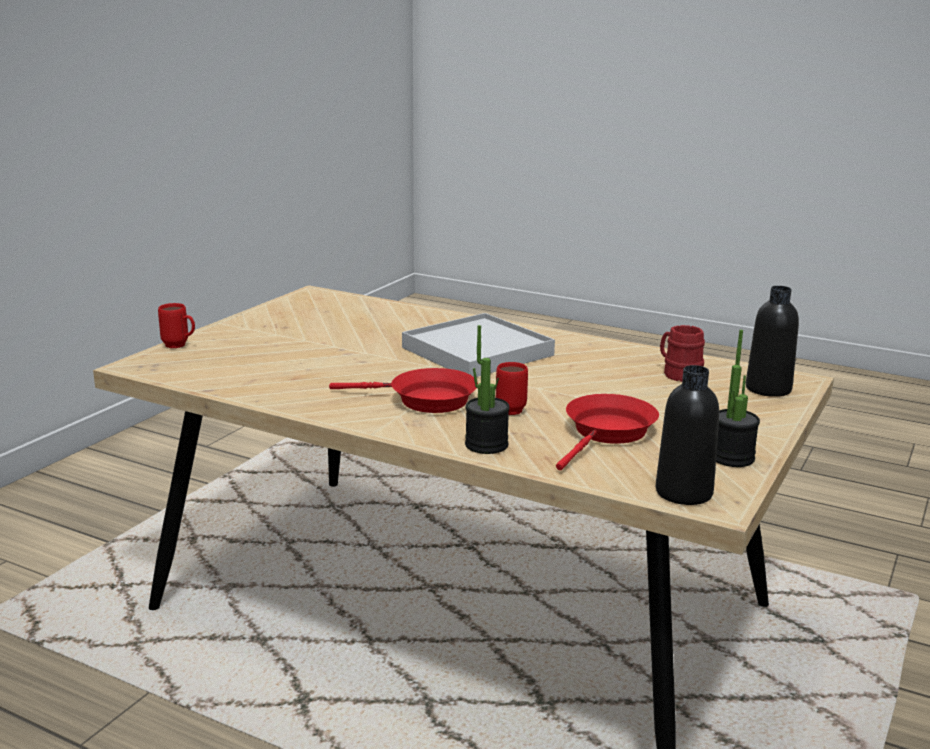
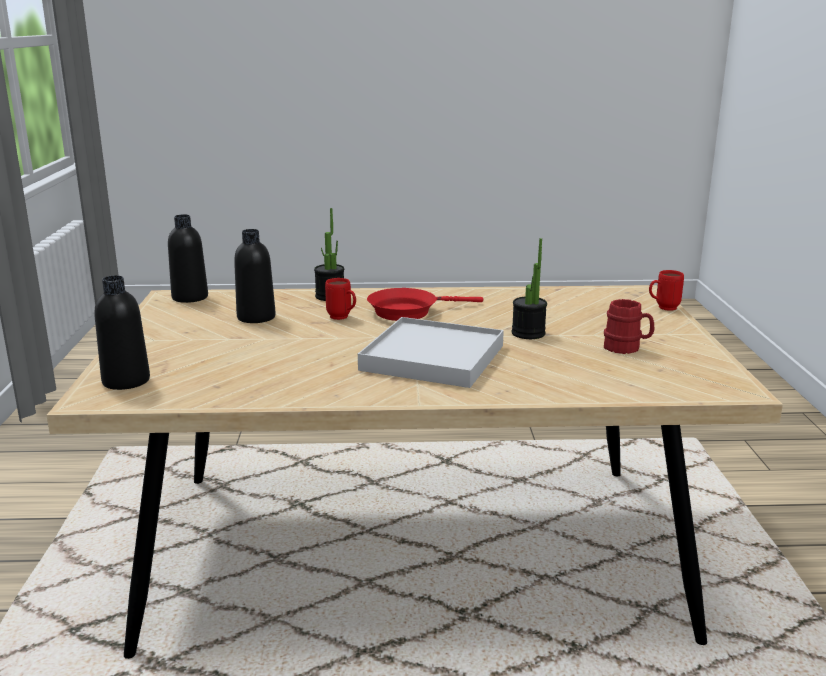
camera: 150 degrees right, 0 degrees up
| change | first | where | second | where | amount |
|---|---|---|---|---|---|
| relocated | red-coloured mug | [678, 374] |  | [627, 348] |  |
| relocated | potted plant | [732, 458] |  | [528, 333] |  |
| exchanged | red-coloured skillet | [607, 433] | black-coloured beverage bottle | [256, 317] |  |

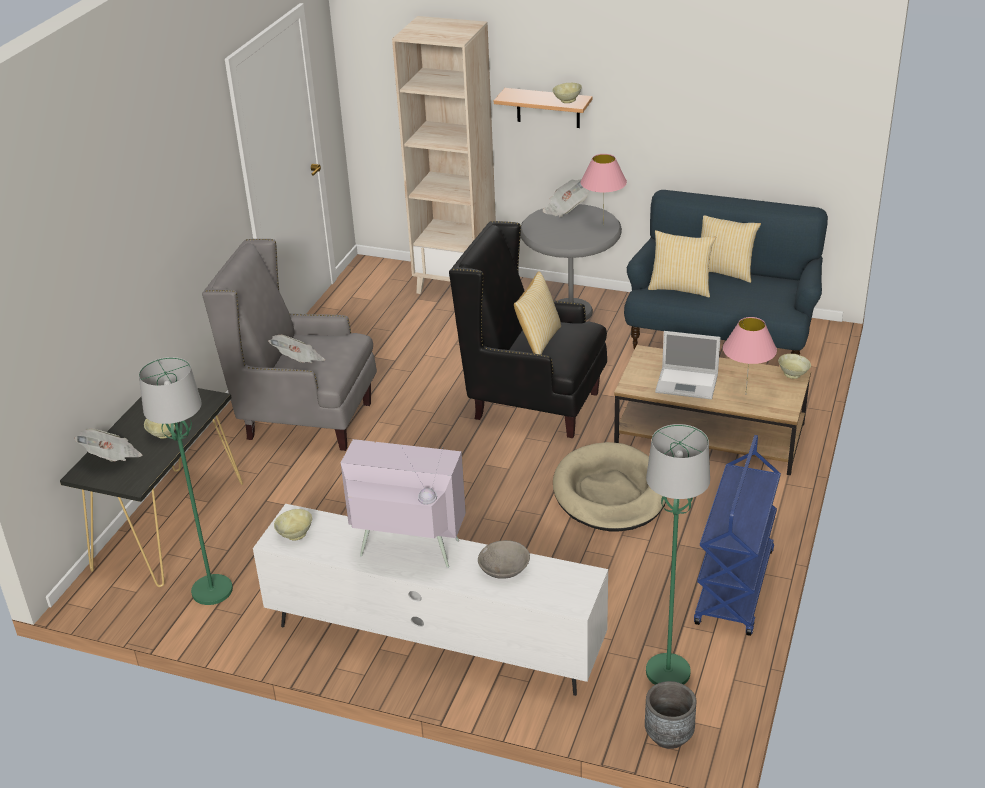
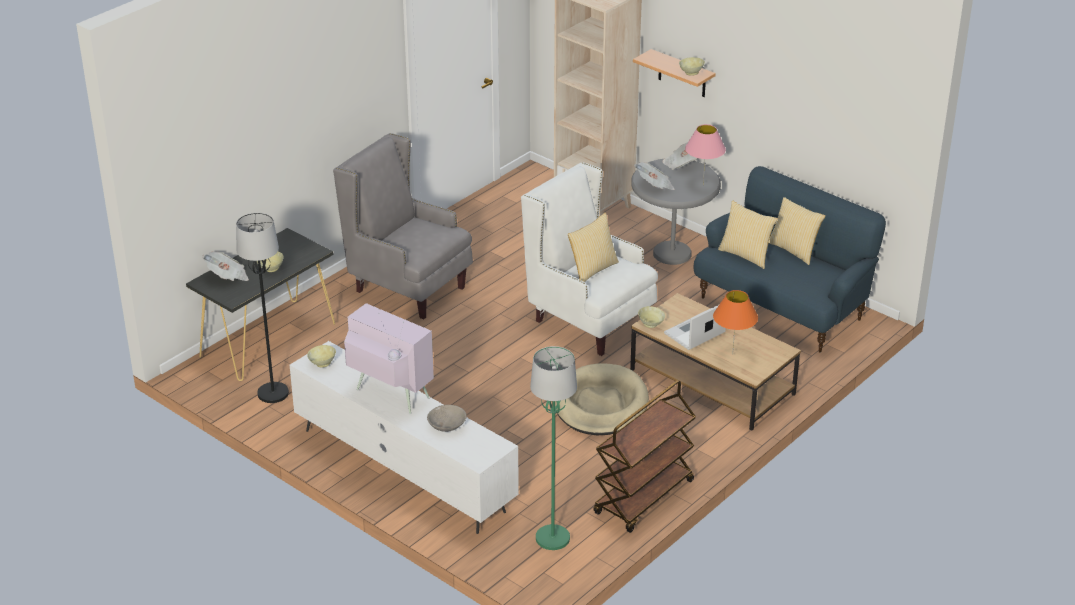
camera: 20 degrees right, 0 degrees up
| change | first | where | second | where | amount |
|---|---|---|---|---|---|
| missing | grey flower pot | [669, 735] |  |  |  |
| relocated | daily paper | [298, 361] |  | [654, 186] |  |
| relocated | sand-coloured serving bowl | [793, 375] |  | [651, 324] |  |
| colour | greenish floor lamp | [212, 590] | black-coloured floor lamp | [273, 393] |  |
| colour | black-coloured lounge chair | [534, 405] | whitish lounge chair | [589, 322] |  |
| colour | bluish trolley | [735, 588] | brownish trolley | [644, 498] |  |
| colour | pink-coloured table lamp | [746, 394] | orange-coloured table lamp | [732, 354] |  |
| spun | laptop | [688, 383] |  | [693, 334] | 105 degrees clockwise |

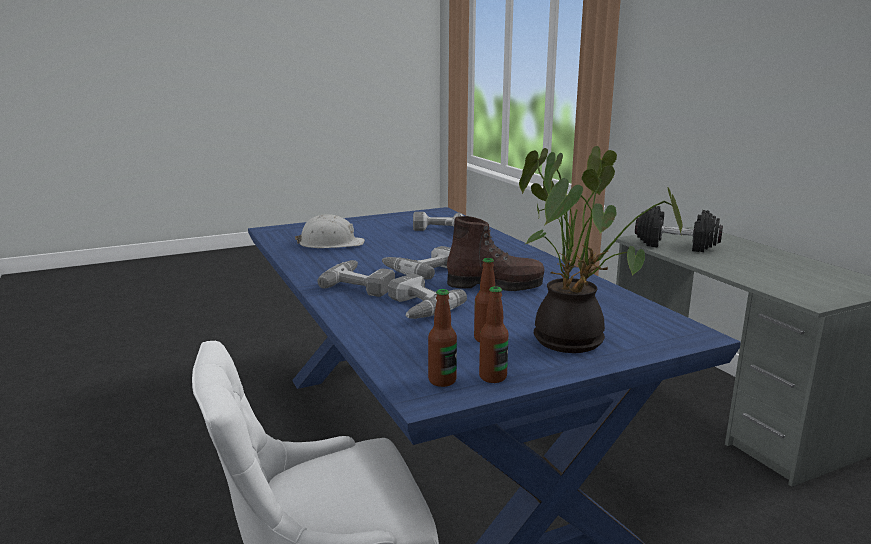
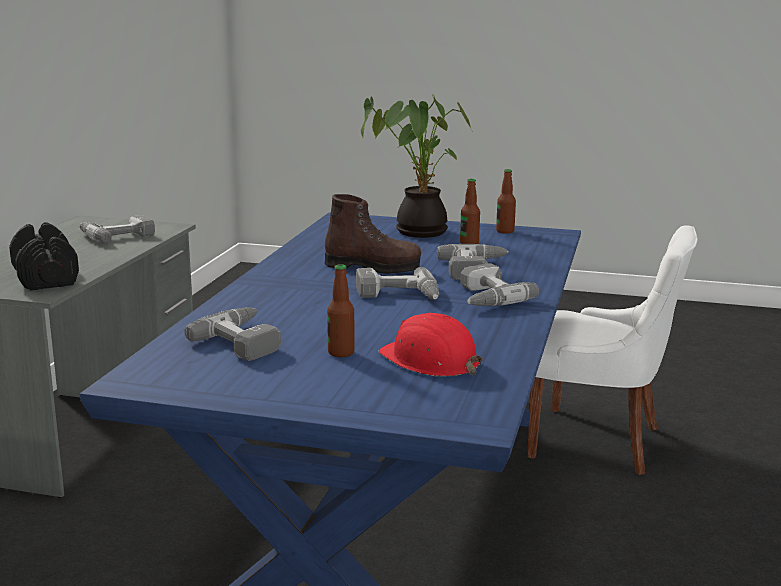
camera: 140 degrees left, 0 degrees up
| change | first | where | second | where | amount |
|---|---|---|---|---|---|
| appeared |  |  | drill | [116, 235] |  |
| relocated | beverage bottle | [442, 381] |  | [341, 353] |  |
| colour | whitish safety helmet | [331, 244] | red-coloured safety helmet | [430, 360] |  |
| spun | brownish tall boot | [495, 285] |  | [373, 267] | 150 degrees clockwise |

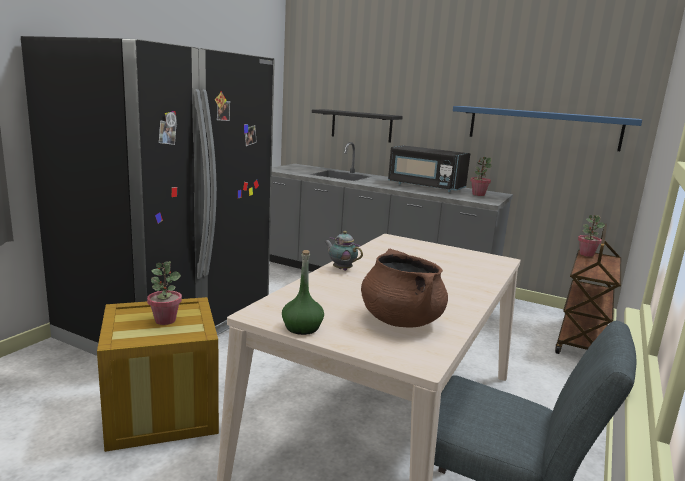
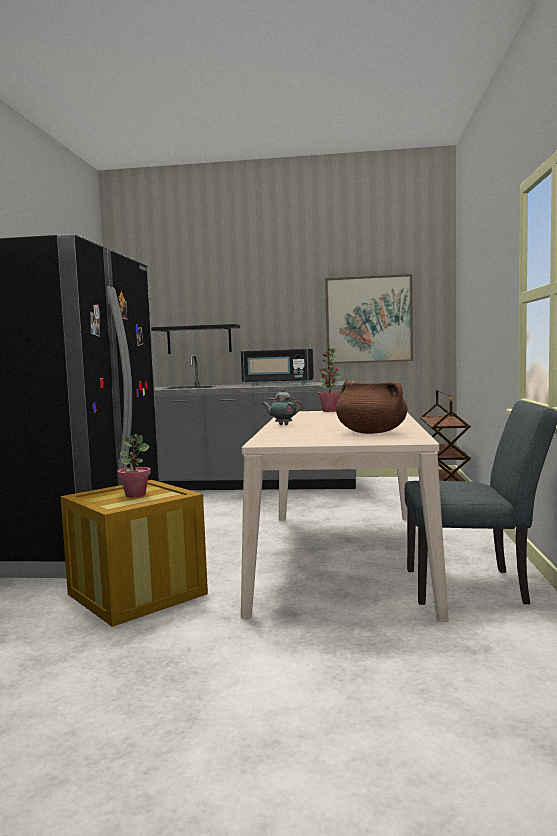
camera: 20 degrees left, 10 degrees down
| change | first | where | second | where | amount |
|---|---|---|---|---|---|
| missing | greenish beverage bottle | [302, 328] |  |  |  |
| relocated | potted plant | [586, 254] |  | [329, 411] |  |
| exchanged | bluish bracket shelf | [543, 127] | picture | [368, 319] |  |

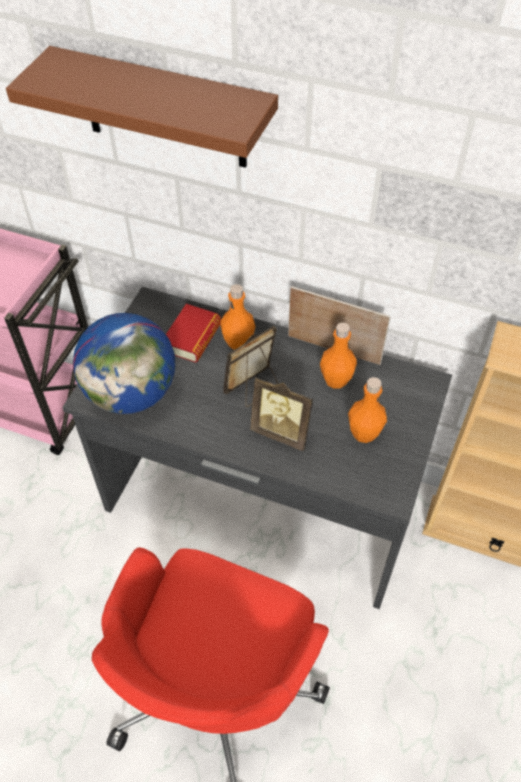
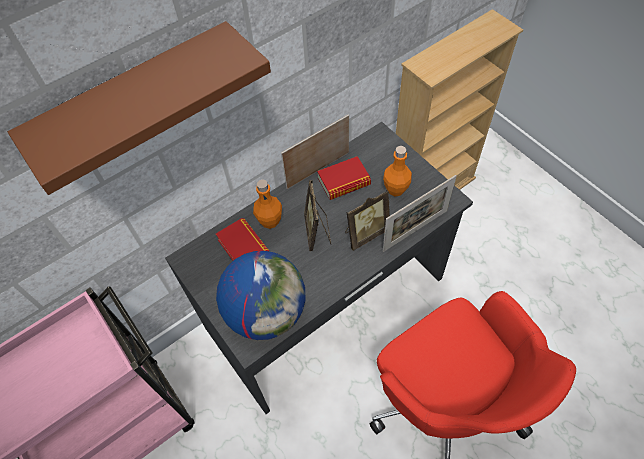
camera: 55 degrees left, 5 degrees up
| change | first | where | second | where | amount |
|---|---|---|---|---|---|
| appeared |  |  | photo frame | [415, 230] |  |
| exchanged | orange-coloured beverage bottle | [336, 380] | bound book | [344, 182] |  |

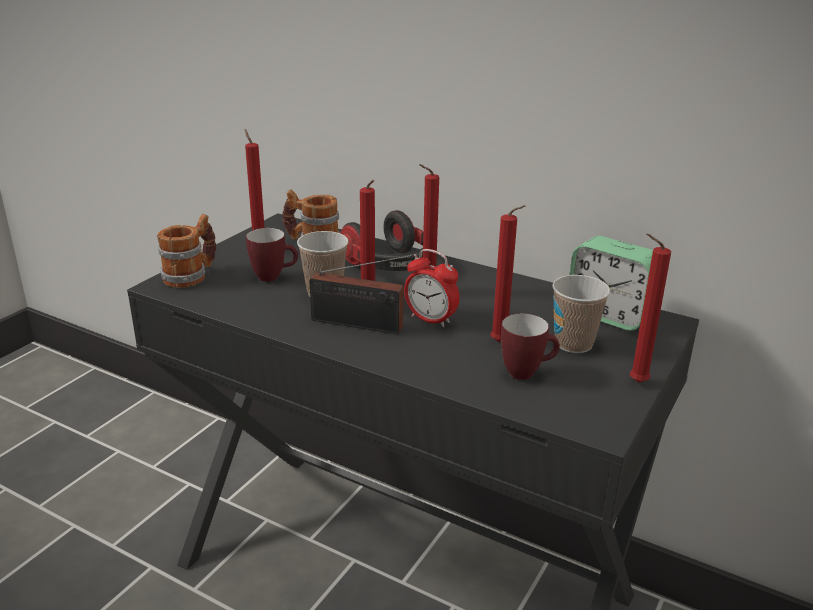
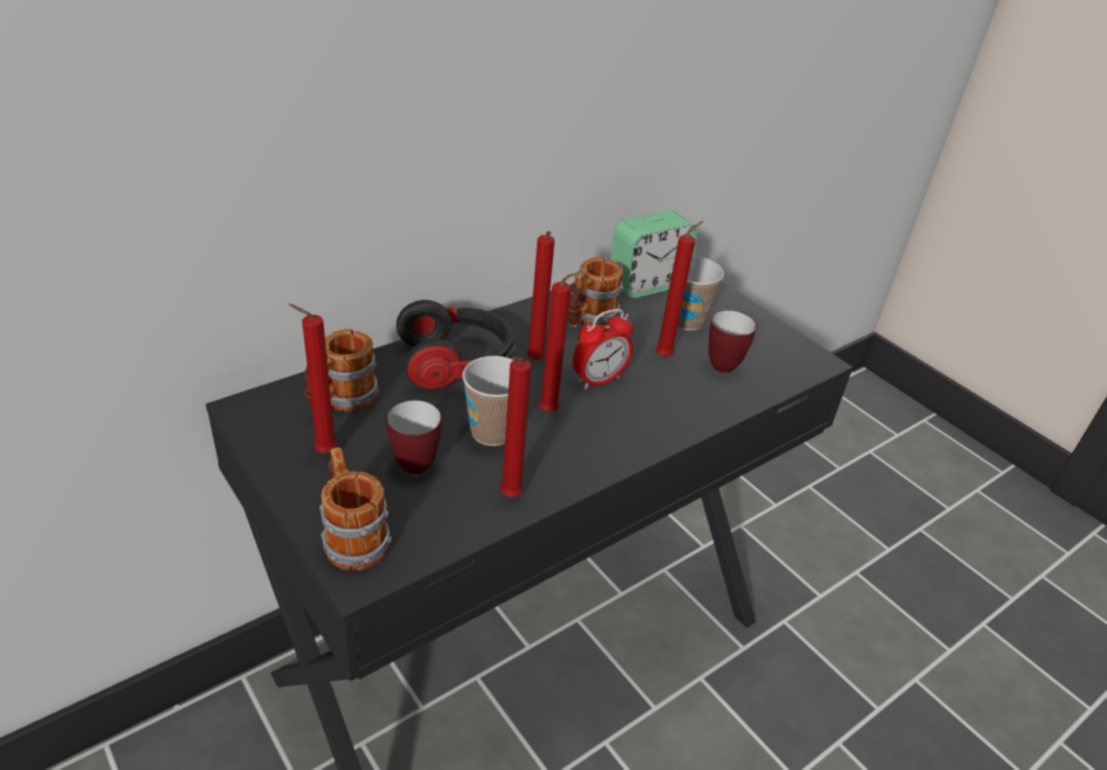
camera: 70 degrees left, 10 degrees up
| change | first | where | second | where | amount |
|---|---|---|---|---|---|
| missing | radio receiver | [361, 325] |  |  |  |
| appeared |  |  | mug | [588, 319] |  |
| relocated | red-coloured wax candle | [635, 382] |  | [508, 498] |  |

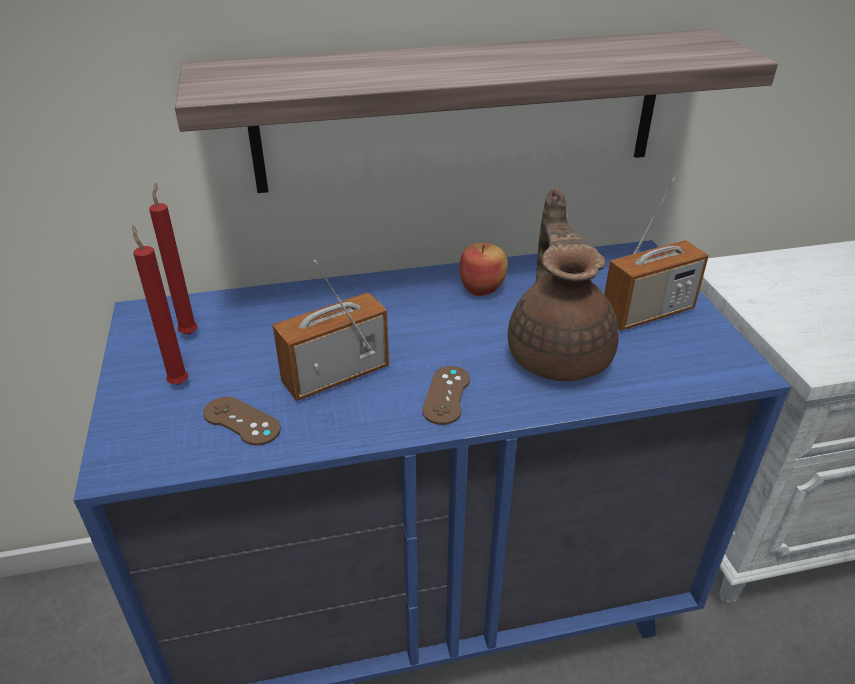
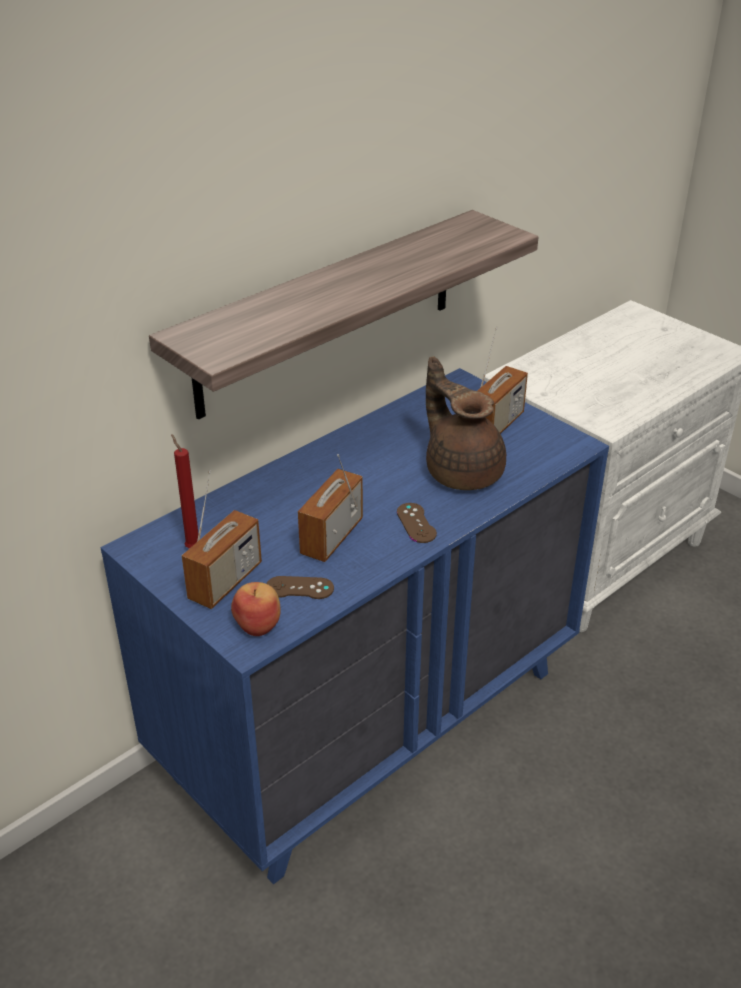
camera: 30 degrees left, 0 degrees up
| change | first | where | second | where | amount |
|---|---|---|---|---|---|
| relocated | apple | [482, 288] |  | [258, 624] |  |
| exchanged | red-coloured wax candle | [178, 382] | radio receiver | [225, 582] |  |

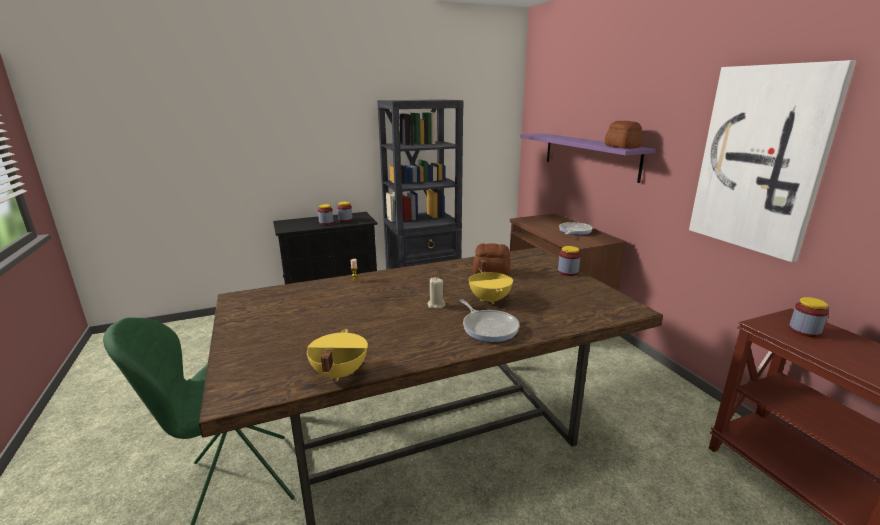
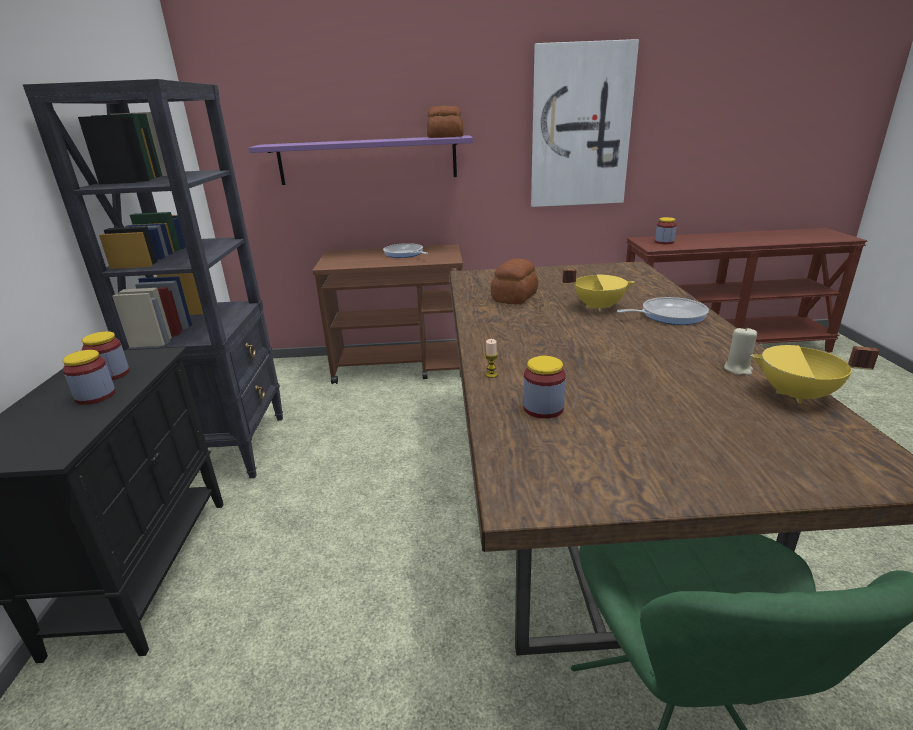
camera: 70 degrees left, 5 degrees up
| change | first | where | second | where | amount |
|---|---|---|---|---|---|
| relocated | sand-coloured wax candle | [436, 305] |  | [738, 369] |  |
| relocated | preserve jar | [568, 272] |  | [543, 408] |  |

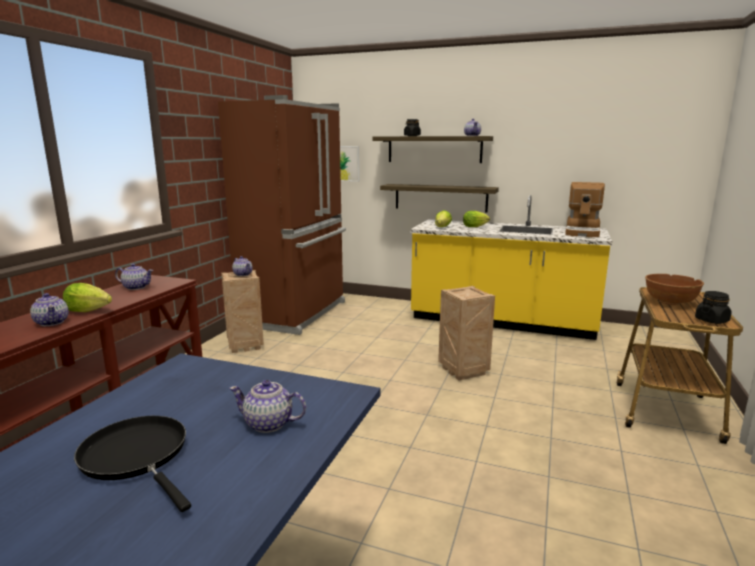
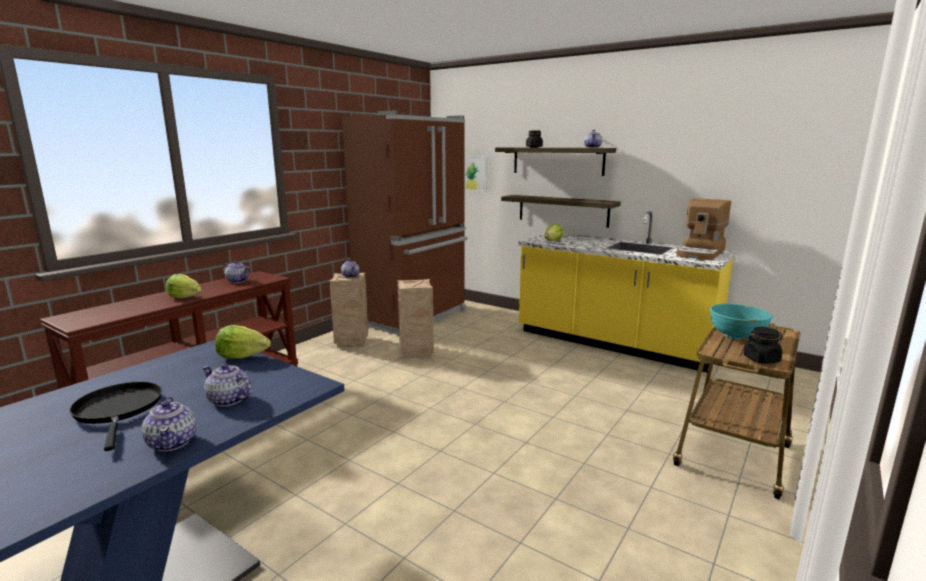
camera: 15 degrees right, 0 degrees up
| change | first | where | second | where | amount |
|---|---|---|---|---|---|
| relocated | pot for tea | [52, 322] |  | [173, 442] |  |
| relocated | crate | [464, 371] |  | [417, 352] |  |
| relocated | lettuce | [474, 227] |  | [242, 356] |  |
| colour | brownish serving bowl | [670, 302] | turquoise serving bowl | [736, 335] |  |

